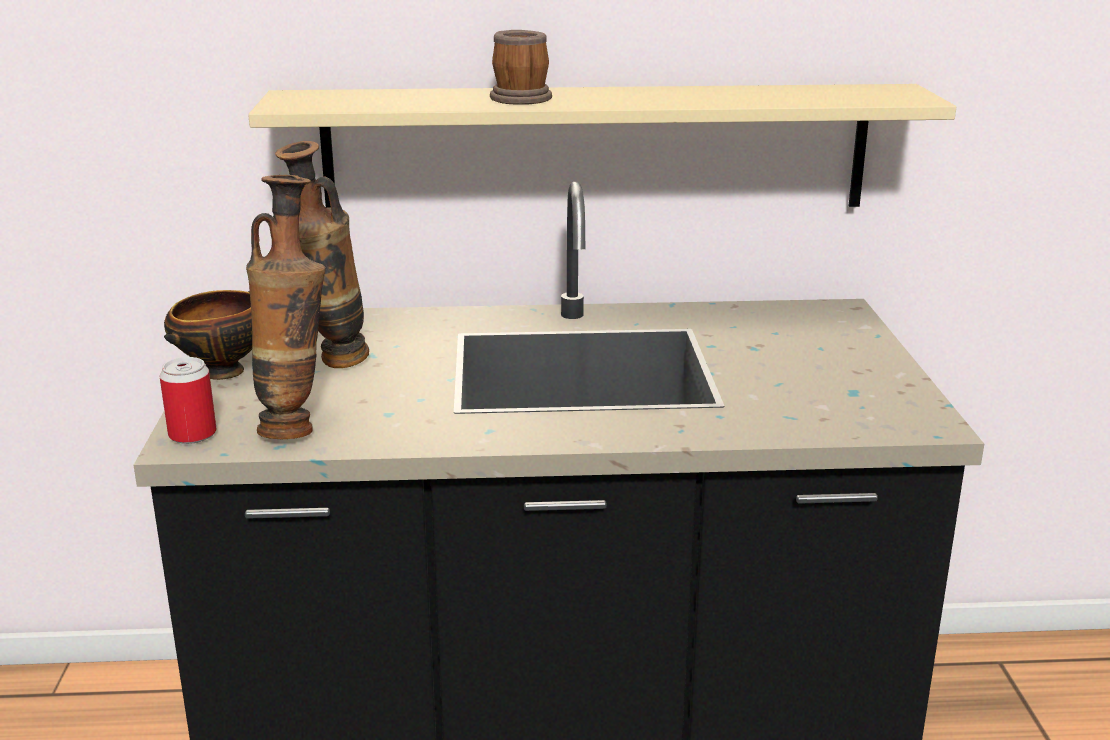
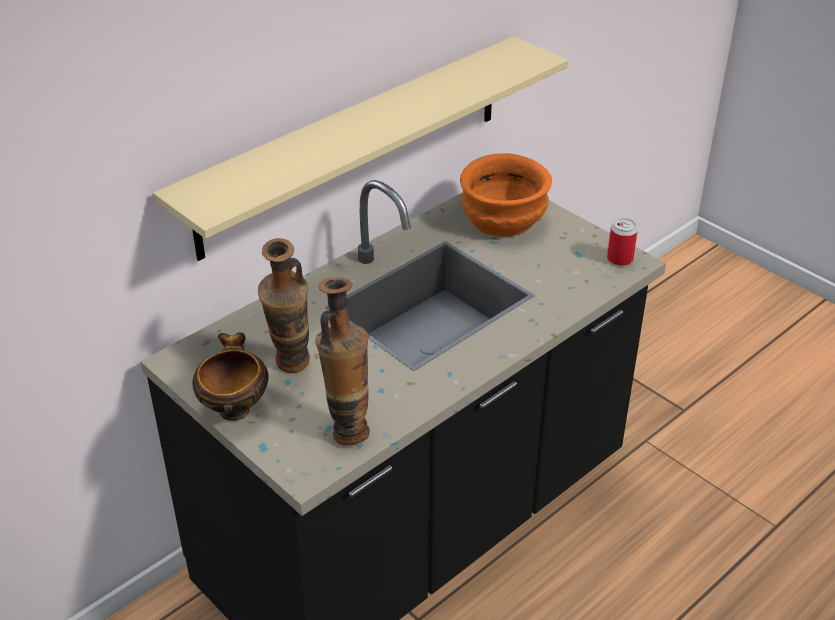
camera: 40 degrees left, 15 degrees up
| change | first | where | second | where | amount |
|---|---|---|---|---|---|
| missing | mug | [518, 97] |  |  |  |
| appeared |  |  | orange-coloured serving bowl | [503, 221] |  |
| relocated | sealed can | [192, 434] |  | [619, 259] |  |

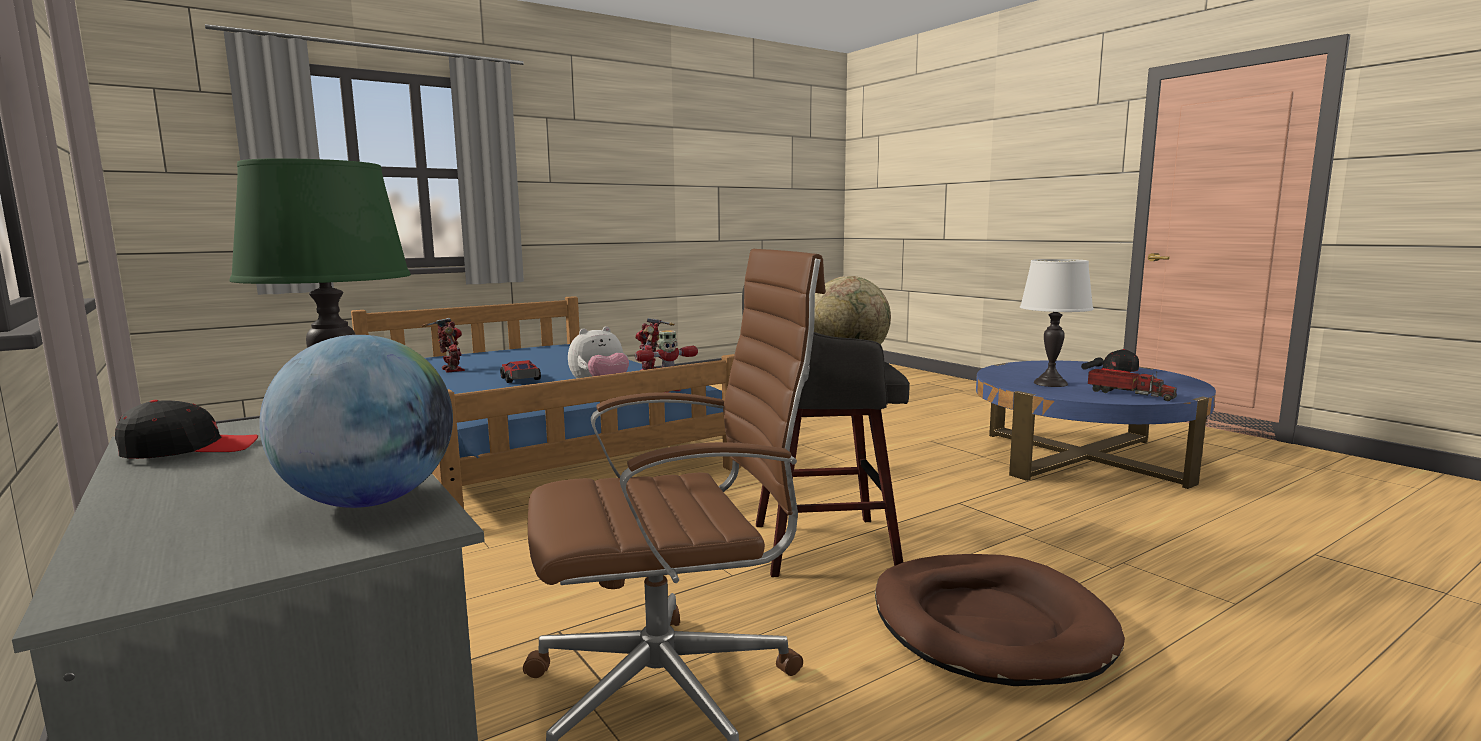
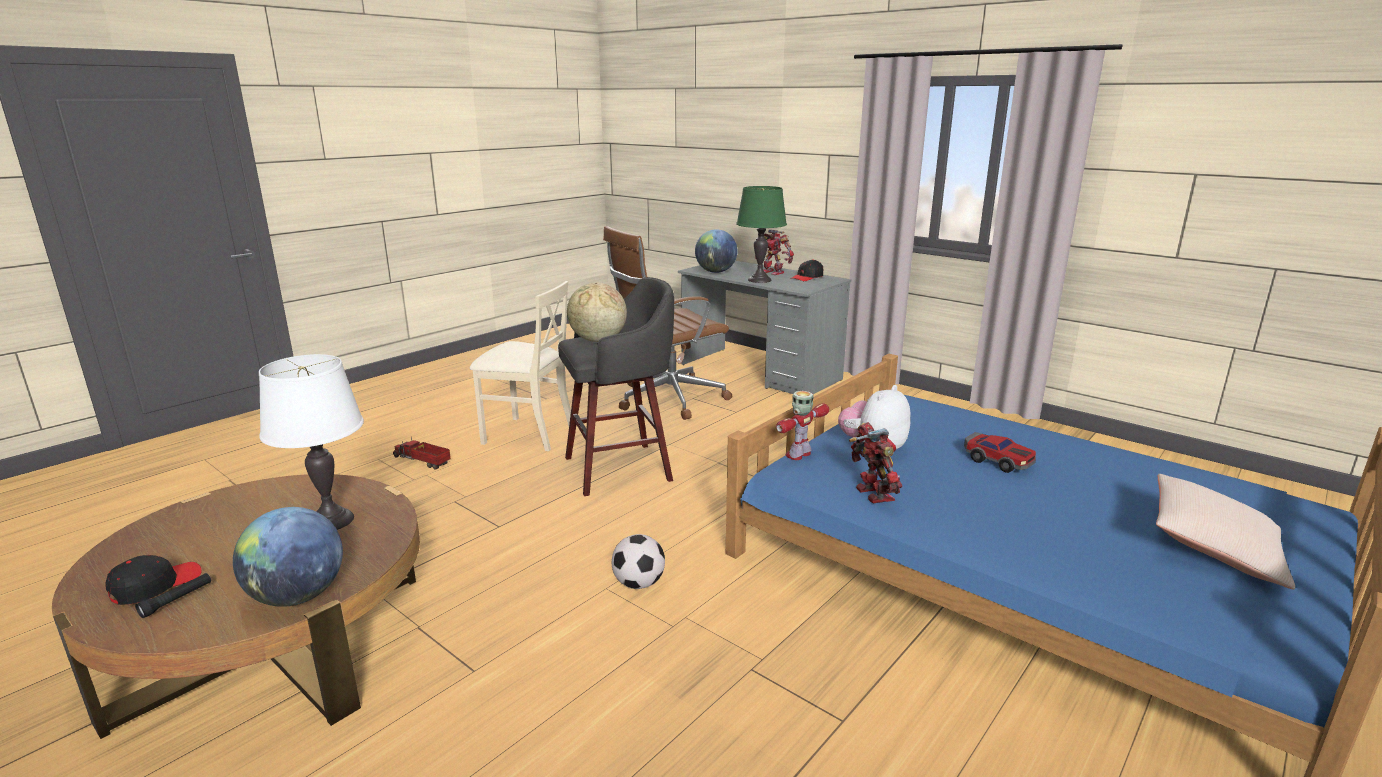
camera: 165 degrees right, 10 degrees up
| change | first | where | second | where | amount |
|---|---|---|---|---|---|
| appeared |  |  | desk globe | [298, 596] |  |
| appeared |  |  | football ball | [638, 583] |  |
| appeared |  |  | sand-coloured throw pillow | [1214, 548] |  |
| relocated | model robot | [450, 370] |  | [773, 272] |  |
| relocated | toy truck | [1128, 394] |  | [422, 461] |  |
| exchanged | brownish pet bed | [989, 625] | sand-coloured plain chair | [528, 434] |  |
| colour | bluish low table | [1082, 457] | brownish low table | [274, 643] |  |

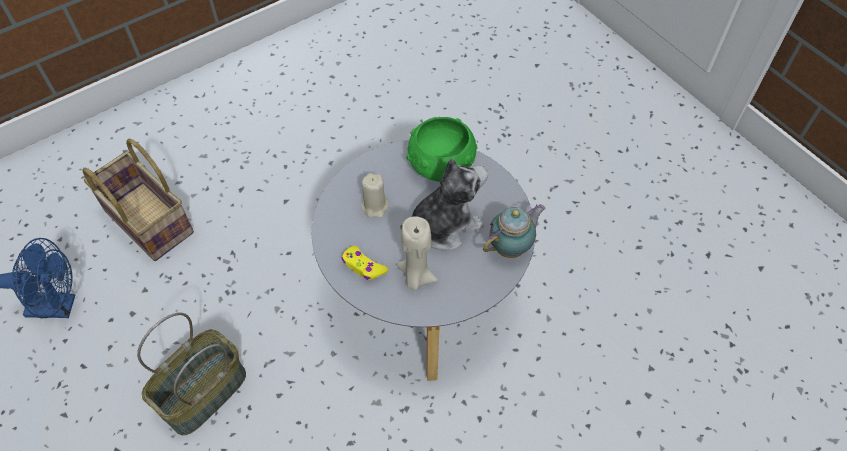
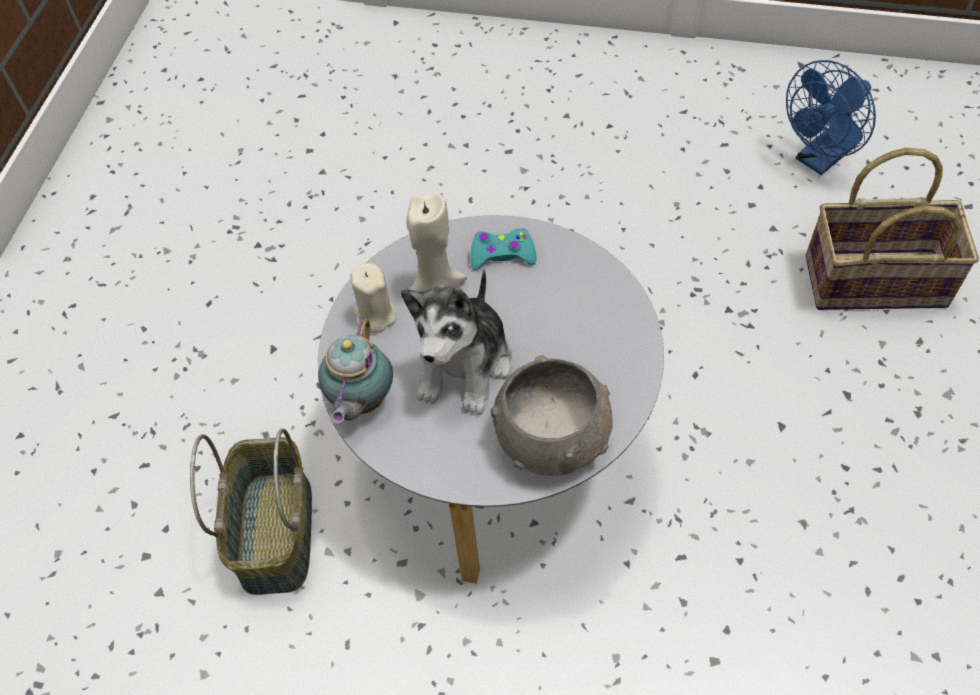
camera: 140 degrees right, 0 degrees up
| change | first | where | second | where | amount |
|---|---|---|---|---|---|
| relocated | household basket | [204, 394] |  | [274, 531] |  |
| relocated | sand-coloured wax candle | [375, 206] |  | [375, 316] |  |
| colour | yellow joypad | [363, 266] | turquoise joypad | [502, 254] |  |
| colour | greenish serving bowl | [440, 165] | grey serving bowl | [552, 437] |  |

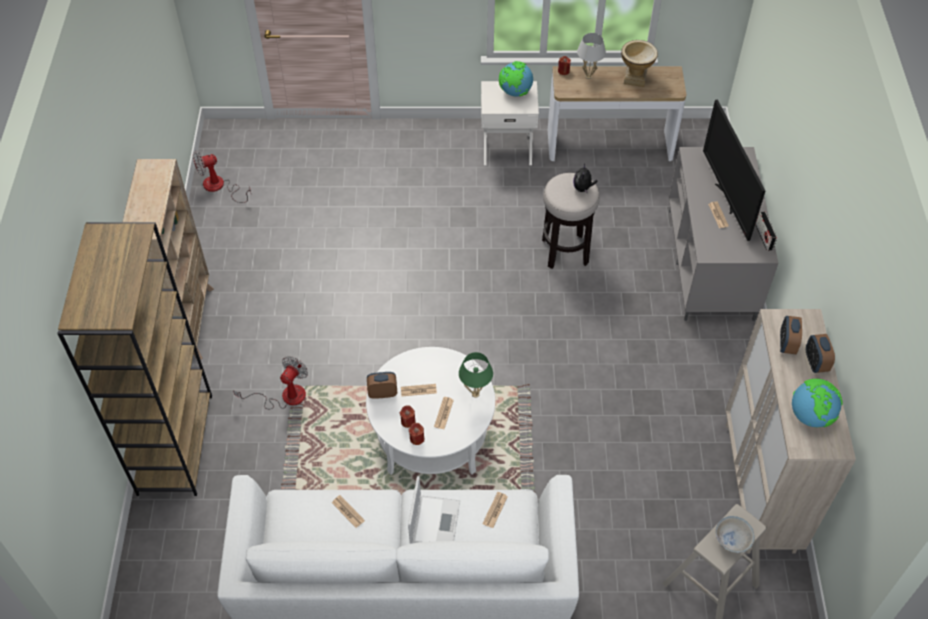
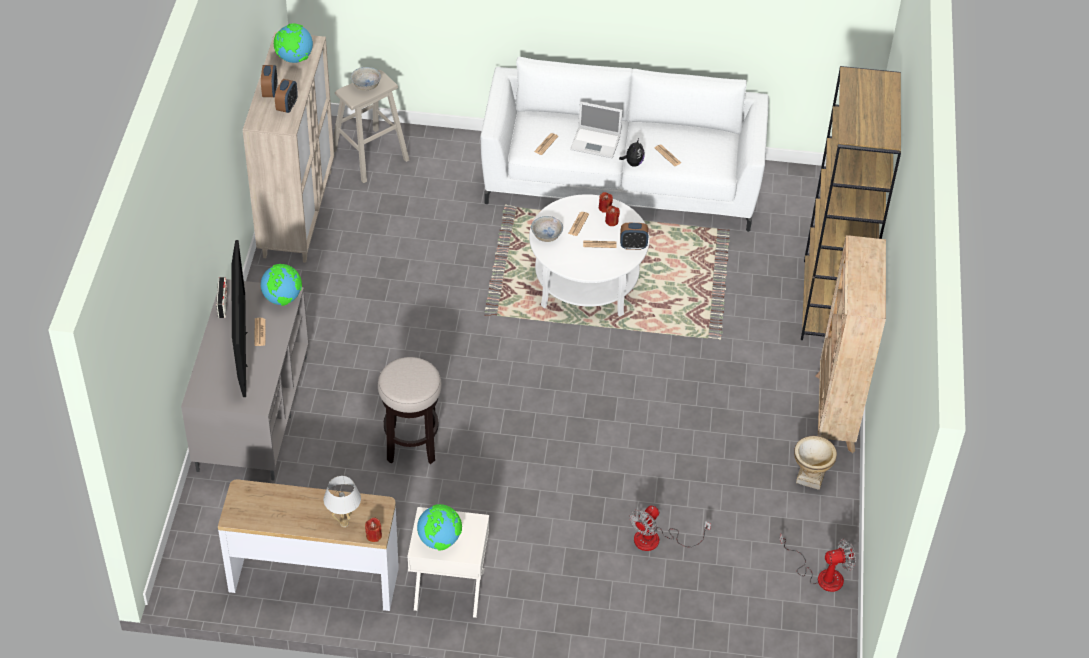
camera: 175 degrees left, 5 degrees down
| change | first | where | second | where | amount |
|---|---|---|---|---|---|
| appeared |  |  | desk globe | [282, 298] |  |
| relocated | fan | [284, 396] |  | [656, 540] |  |
| relocated | soft toy | [583, 188] |  | [633, 163] |  |
| relocated | decorative vase | [635, 78] |  | [810, 477] |  |
| exchanged | greenish table lamp | [475, 394] | whitish serving bowl | [547, 236] |  |
| spun | laptop | [435, 521] |  | [596, 143] | 90 degrees counterclockwise |

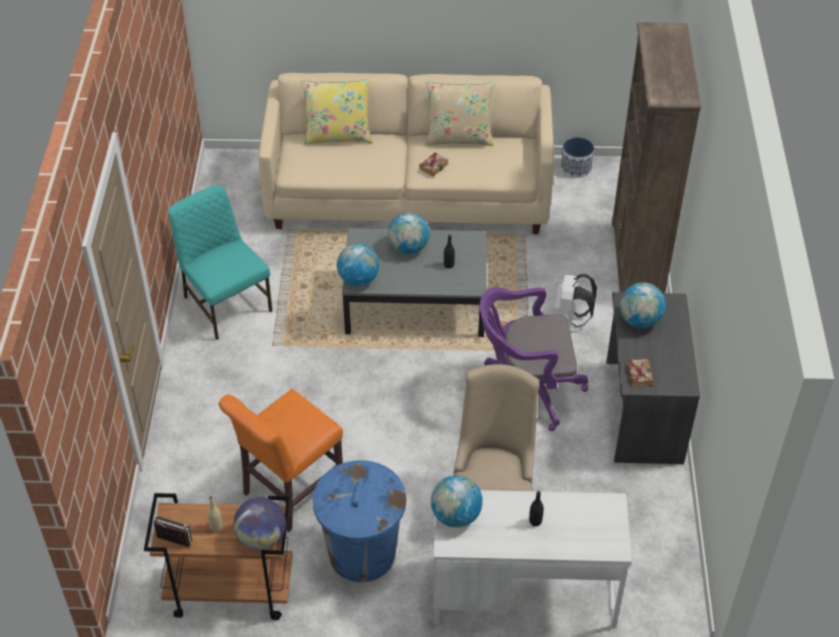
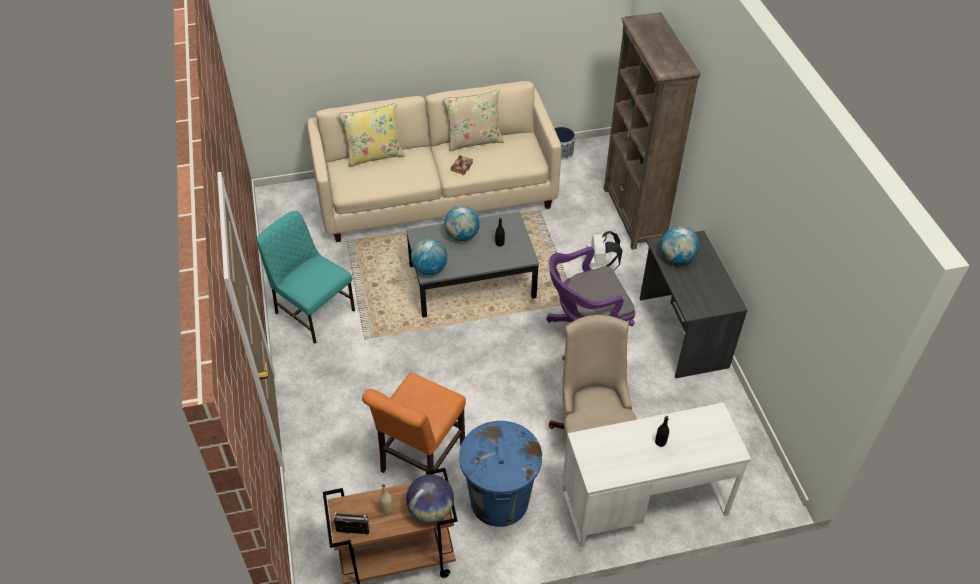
camera: 15 degrees left, 0 degrees up
| change | first | where | second | where | amount |
|---|---|---|---|---|---|
| missing | desk globe | [455, 516] |  |  |  |
| missing | bound book | [638, 374] |  |  |  |

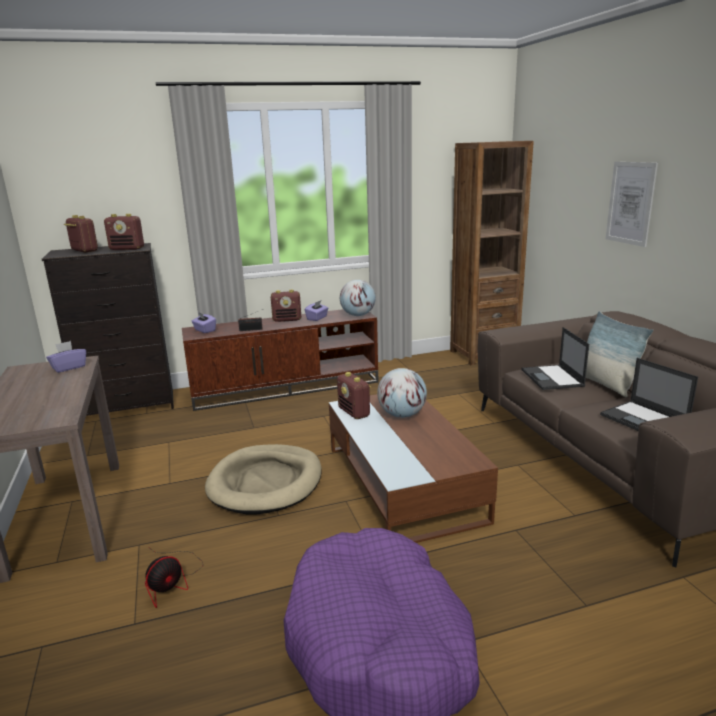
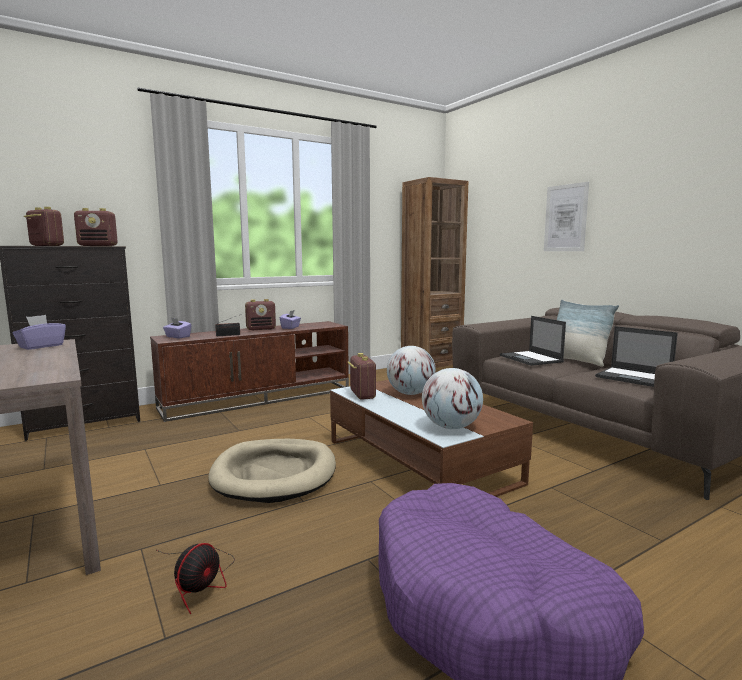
camera: 15 degrees left, 10 degrees down
| change | first | where | second | where | amount |
|---|---|---|---|---|---|
| relocated | desk globe | [358, 315] |  | [451, 427] |  |
| spun | radio receiver | [354, 413] |  | [362, 395] | 150 degrees counterclockwise |

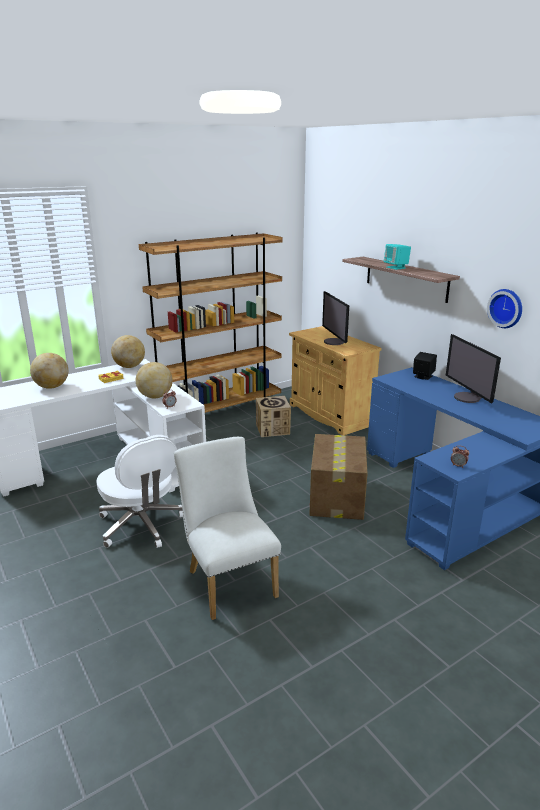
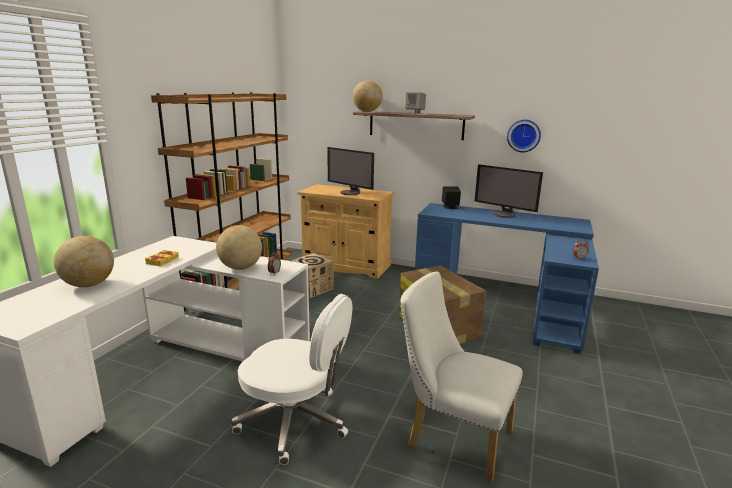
camera: 35 degrees left, 5 degrees down
| change | first | where | second | where | amount |
|---|---|---|---|---|---|
| relocated | desk globe | [129, 367] |  | [367, 111] |  |
| colour | turquoise loudspeaker | [396, 267] | grey loudspeaker | [415, 113] |  |

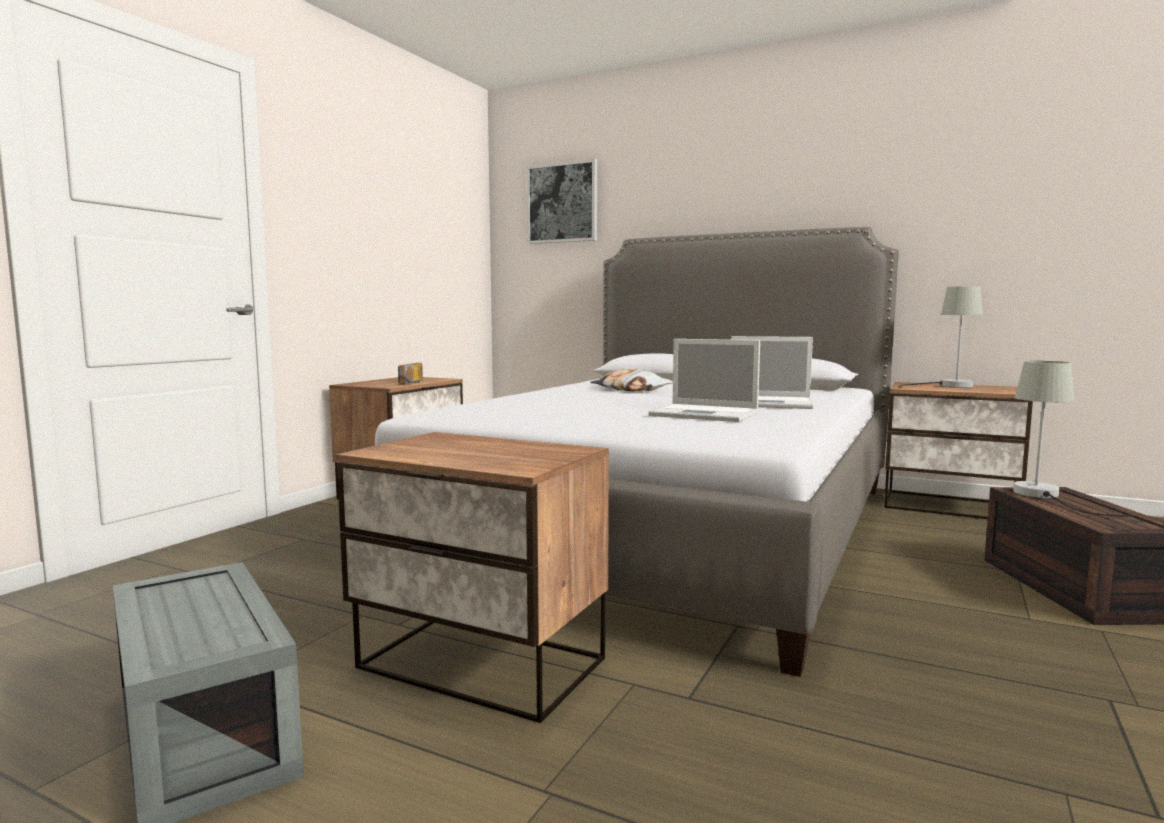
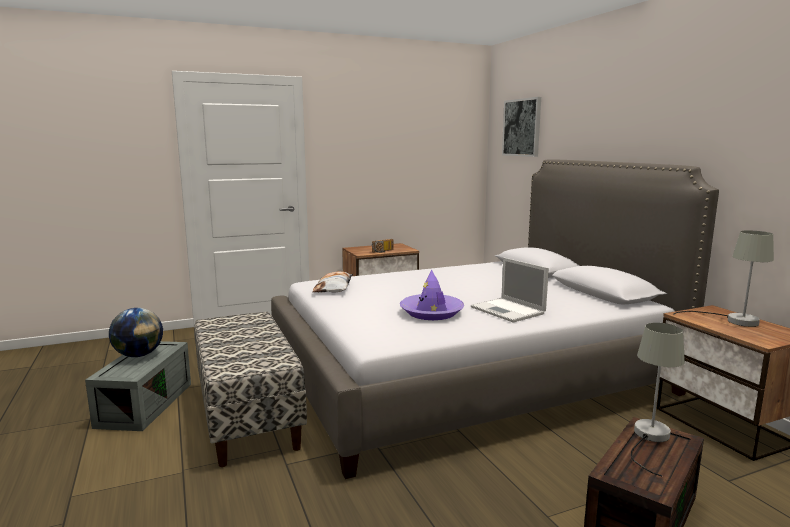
camera: 40 degrees right, 5 degrees up
| change | first | where | second | where | amount |
|---|---|---|---|---|---|
| appeared |  |  | desk globe | [139, 355] |  |
| relocated | throw pillow | [631, 389] |  | [334, 288] |  |
| exchanged | nightstand | [481, 665] | long seat | [248, 416] |  |
| exchanged | laptop | [706, 414] | purple-coloured clothing hat | [431, 312] |  |

